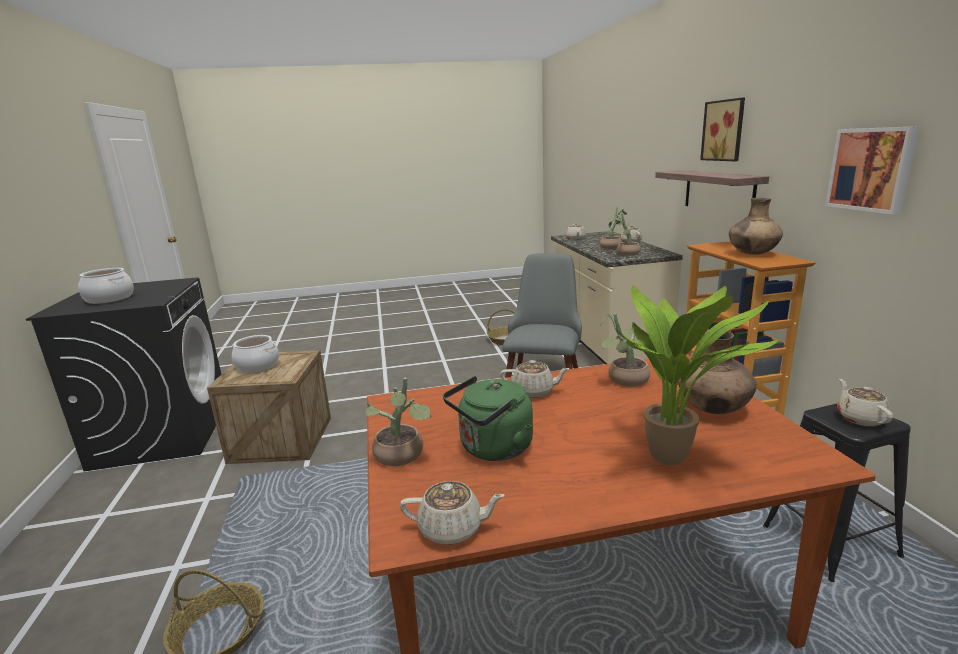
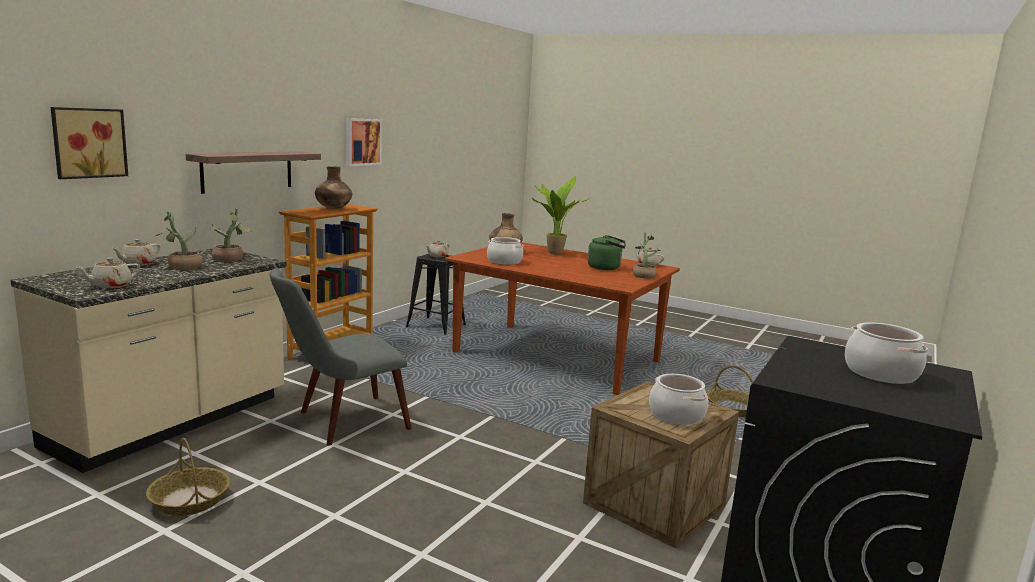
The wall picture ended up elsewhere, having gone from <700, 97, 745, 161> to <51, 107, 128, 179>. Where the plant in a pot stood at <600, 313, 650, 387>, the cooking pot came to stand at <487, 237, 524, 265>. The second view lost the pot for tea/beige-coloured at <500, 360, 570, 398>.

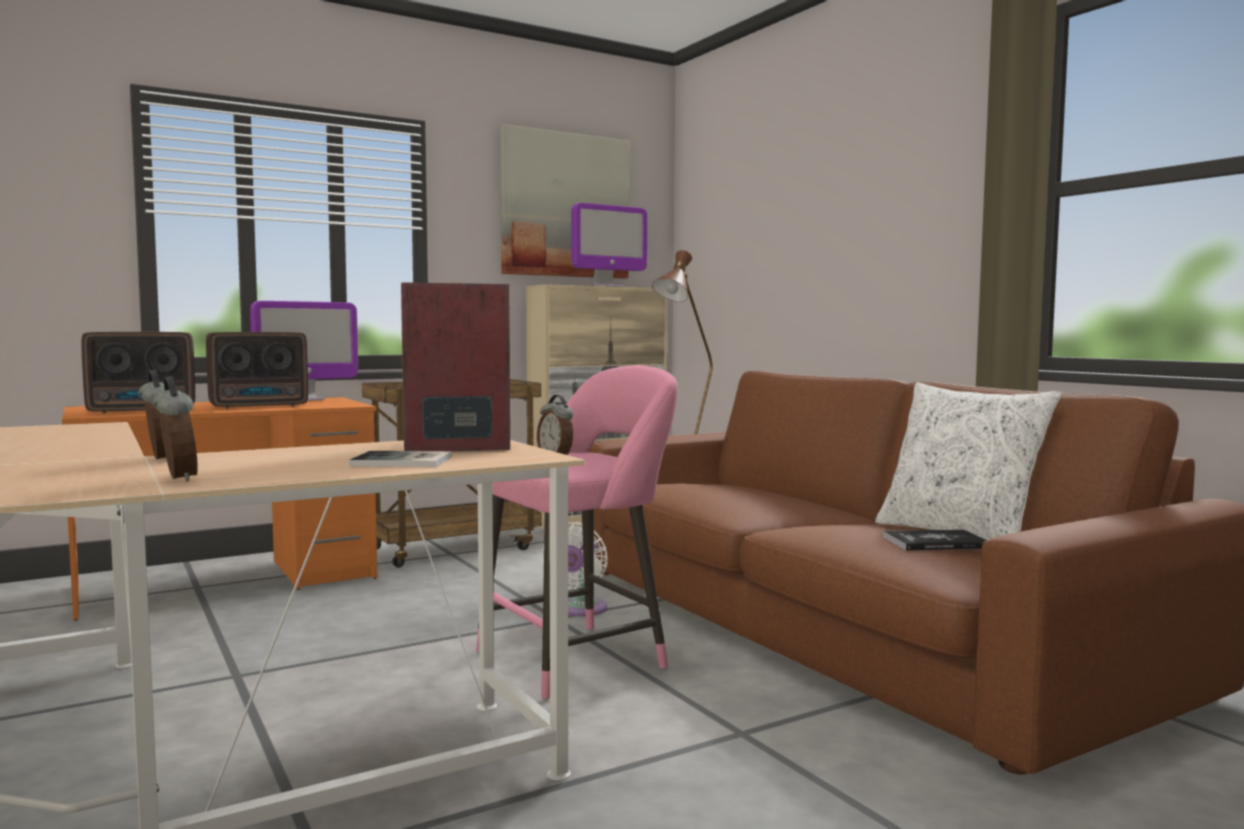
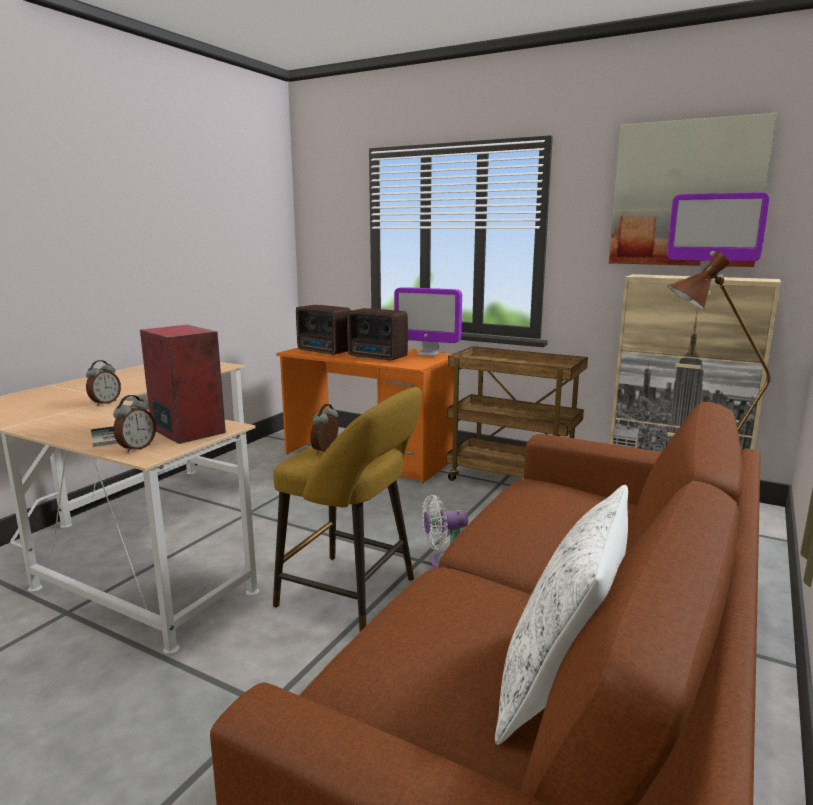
The bedside clock ended up elsewhere, having gone from <152, 376, 198, 481> to <113, 395, 156, 453>. What was the sitting stool/pink at <476, 365, 678, 700> turned into the sitting stool/yellow-coloured at <273, 387, 422, 631>. The second view lost the book at <884, 529, 987, 551>.

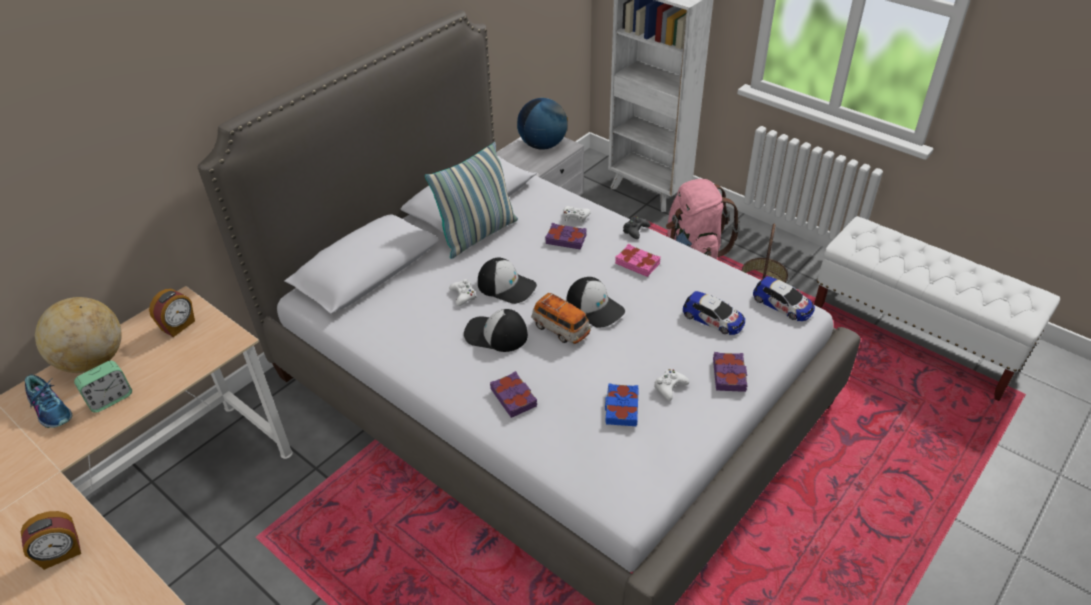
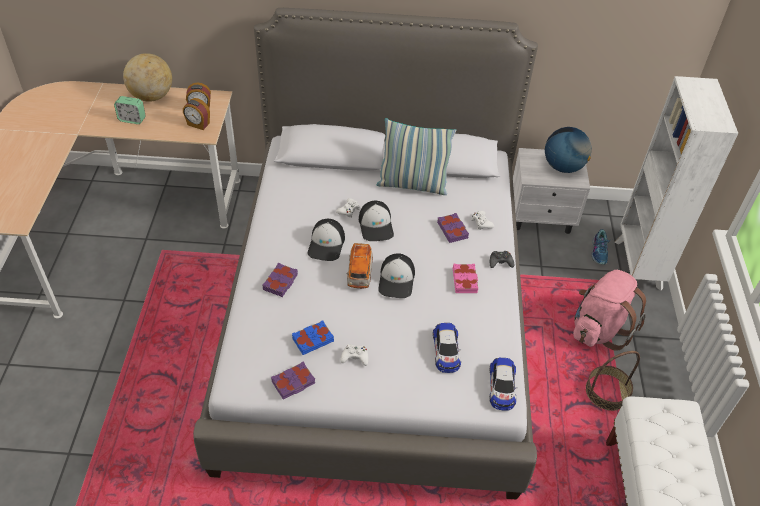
The bedside clock ended up elsewhere, having gone from <21, 511, 81, 570> to <183, 98, 210, 130>. The book/purple-coloured ended up elsewhere, having gone from <713, 352, 747, 392> to <271, 361, 315, 399>. The peaked cap at <464, 309, 528, 352> ended up facing another way, 150 degrees counterclockwise from before. The shoe ended up elsewhere, having gone from <25, 374, 72, 428> to <591, 229, 613, 265>.

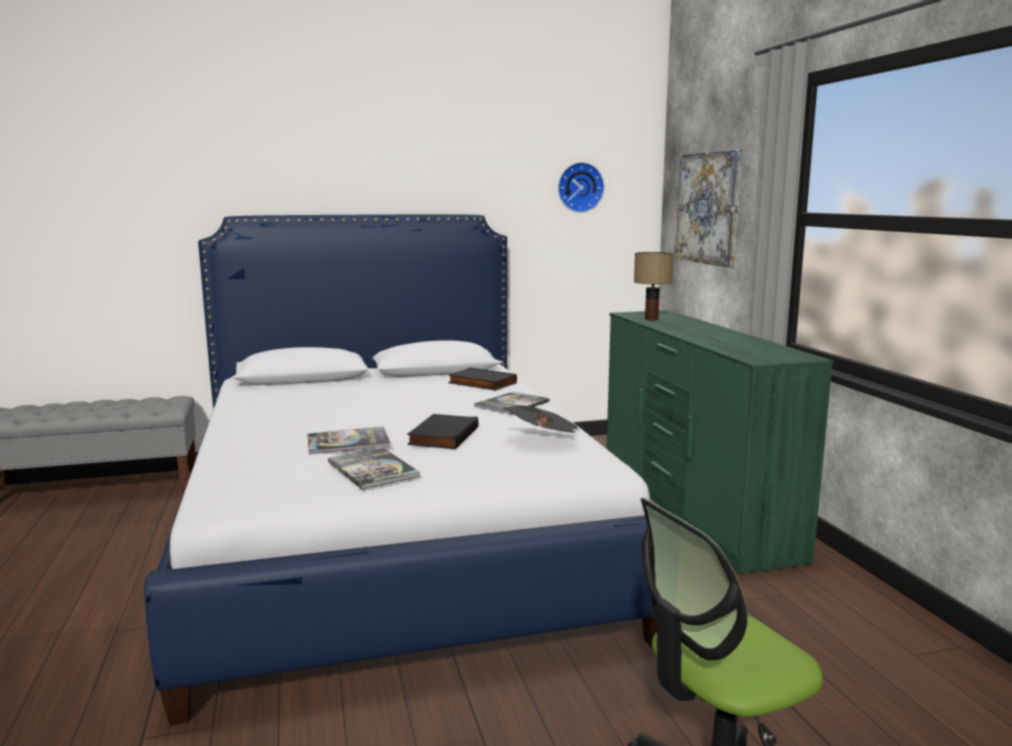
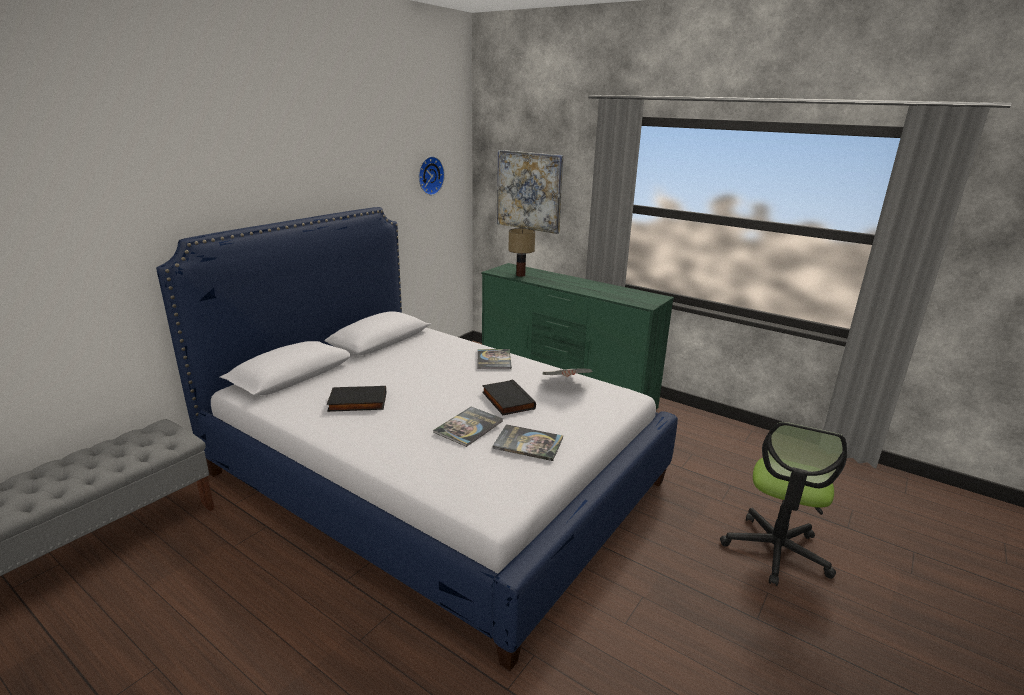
The book/black ended up elsewhere, having gone from <448, 368, 517, 391> to <327, 386, 386, 412>.

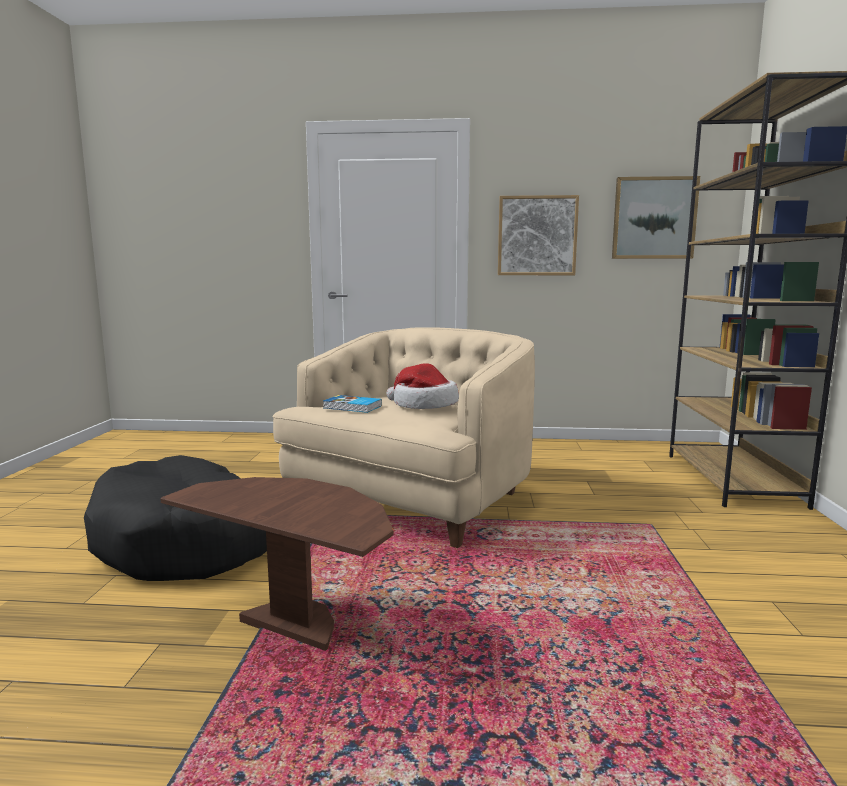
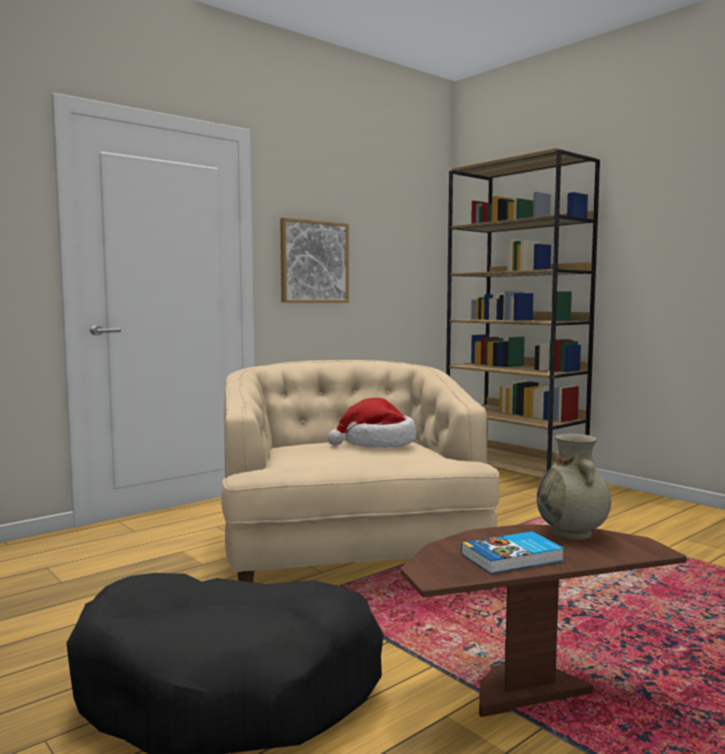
The book ended up elsewhere, having gone from <323, 395, 382, 413> to <461, 531, 564, 574>. The second view gained the decorative vase/beige-coloured at <537, 434, 611, 540>. The second view lost the wall picture at <612, 176, 700, 259>.

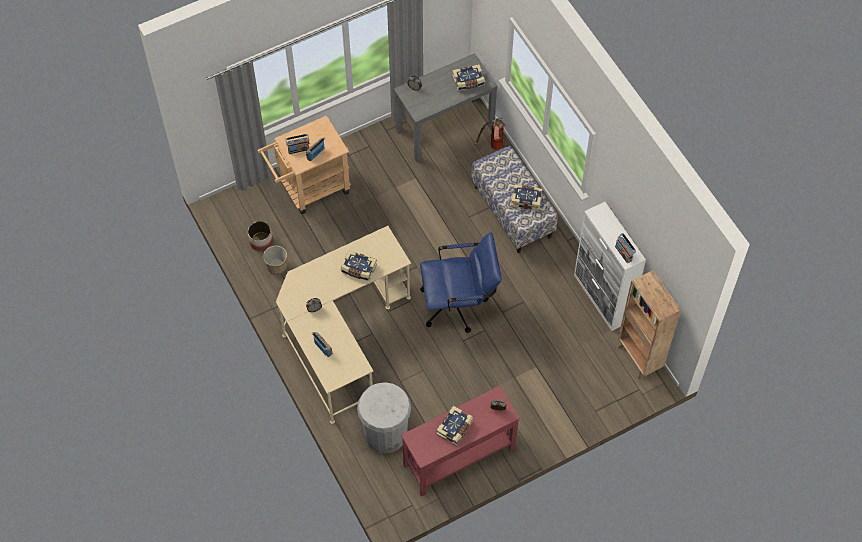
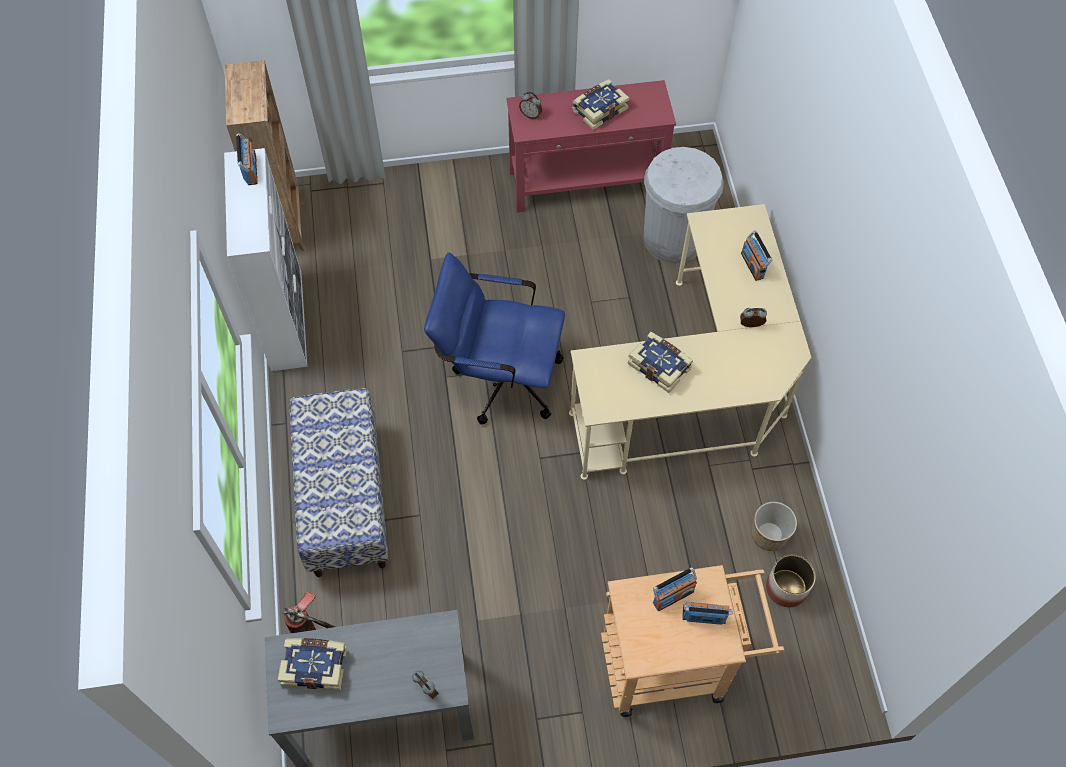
The second view lost the book at <511, 185, 543, 211>.

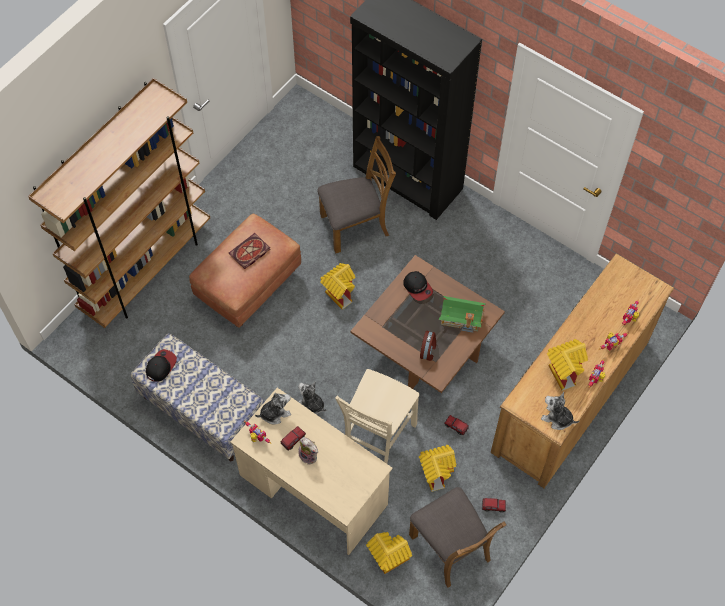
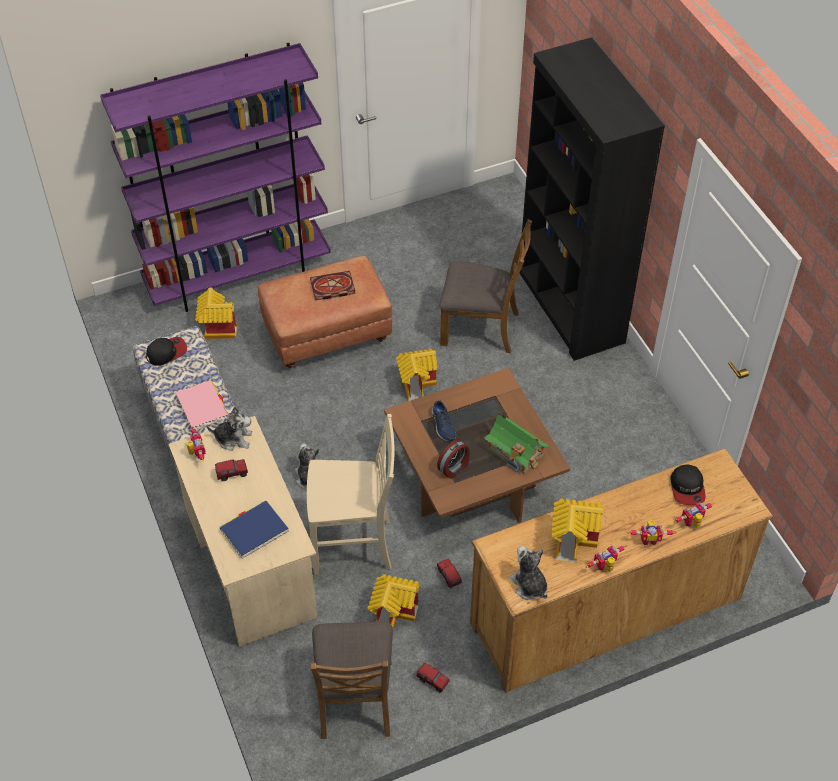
What was the shelving unit/brownish at <28, 78, 210, 328> turned into the shelving unit/purple-coloured at <100, 43, 331, 312>. The second view gained the book/pink at <175, 380, 228, 430>. The toy house ended up elsewhere, having gone from <366, 532, 412, 574> to <195, 288, 237, 339>. The second view gained the book/blue at <220, 501, 289, 559>. The upright chair/beige-coloured at <335, 369, 420, 464> ended up facing another way, 150 degrees counterclockwise from before. The second view gained the shoe/blue at <432, 401, 456, 442>. The peaked cap ended up elsewhere, having gone from <403, 271, 433, 301> to <671, 465, 706, 505>. The second view lost the plush toy at <298, 437, 318, 465>.

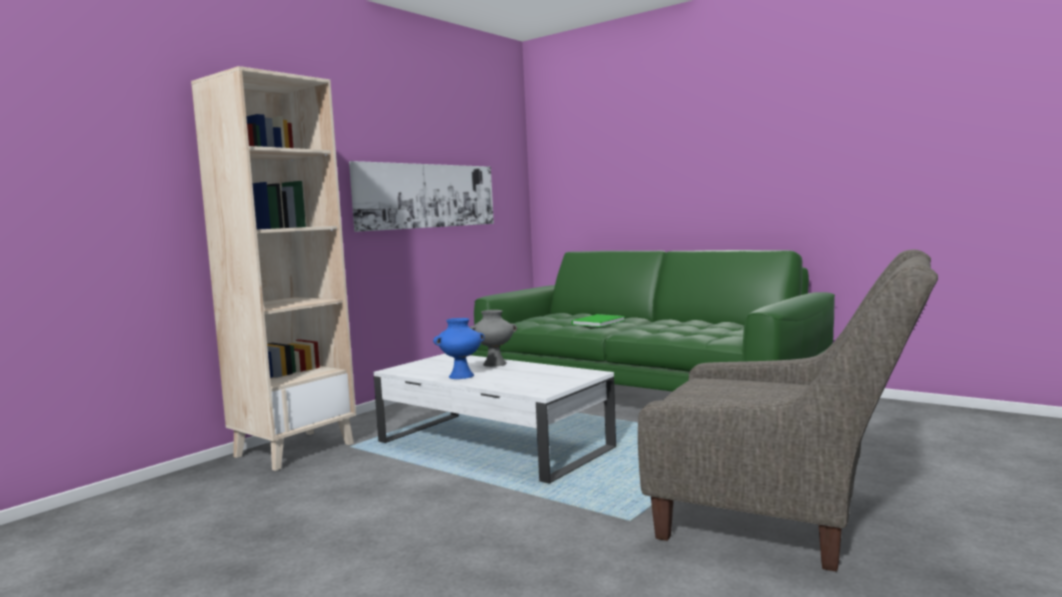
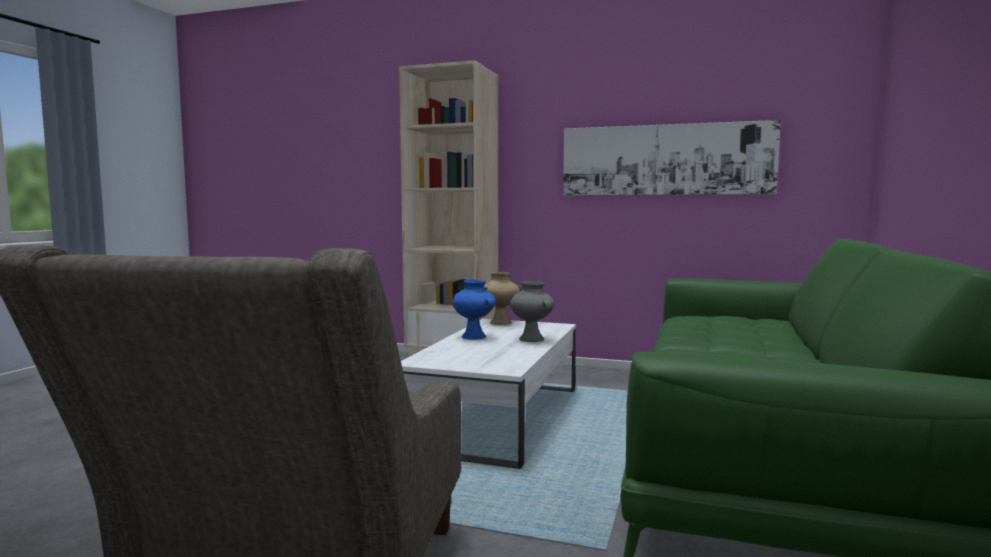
The second view gained the decorative vase/beige-coloured at <484, 272, 522, 325>. The second view lost the book/green at <572, 314, 625, 327>.

